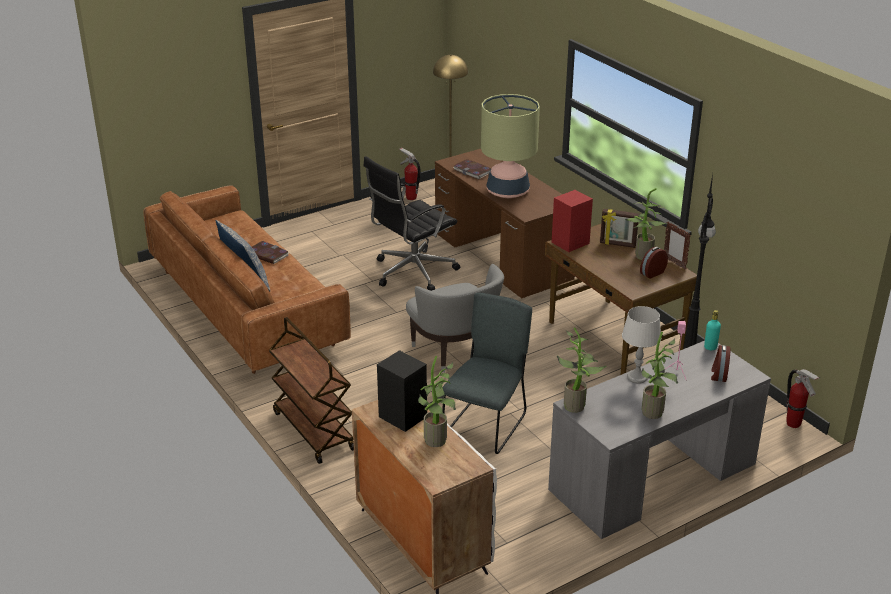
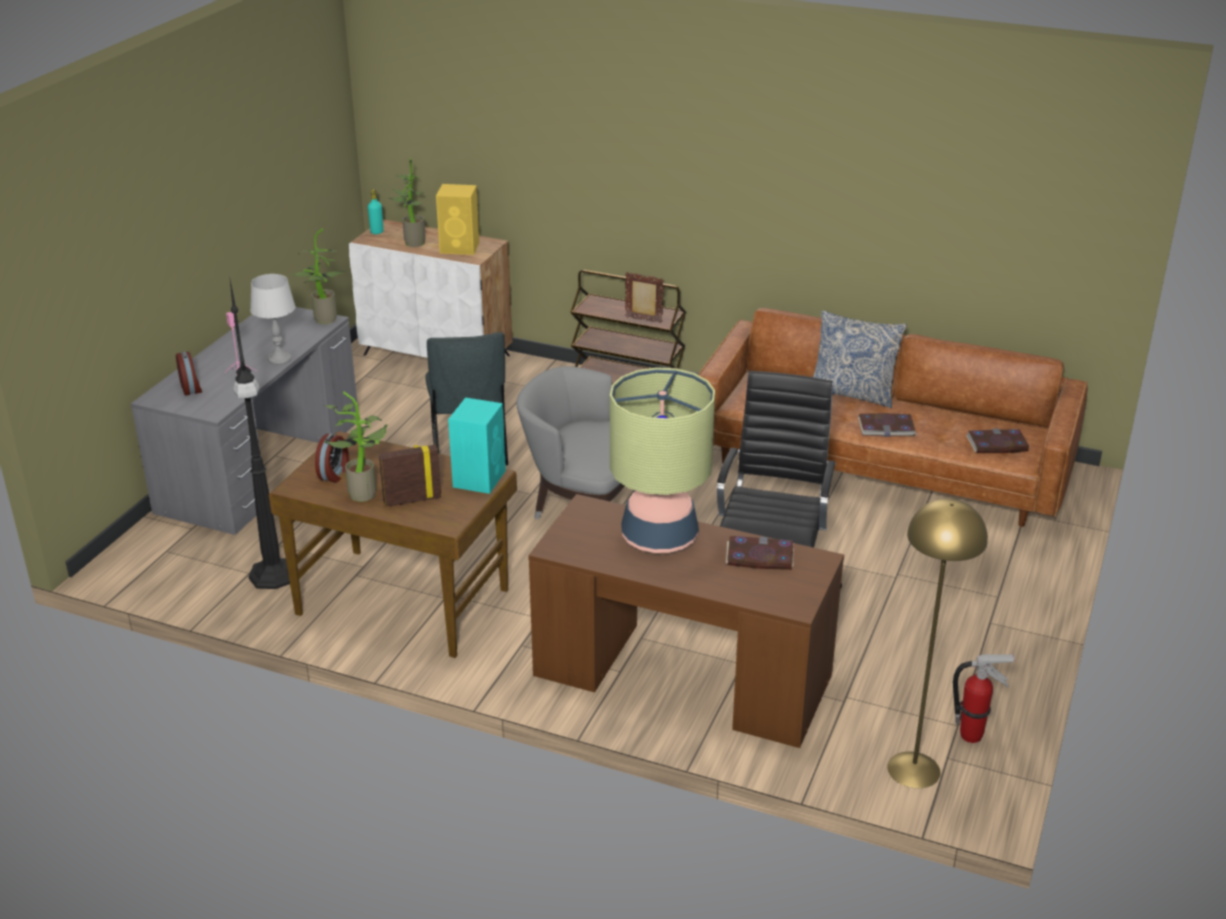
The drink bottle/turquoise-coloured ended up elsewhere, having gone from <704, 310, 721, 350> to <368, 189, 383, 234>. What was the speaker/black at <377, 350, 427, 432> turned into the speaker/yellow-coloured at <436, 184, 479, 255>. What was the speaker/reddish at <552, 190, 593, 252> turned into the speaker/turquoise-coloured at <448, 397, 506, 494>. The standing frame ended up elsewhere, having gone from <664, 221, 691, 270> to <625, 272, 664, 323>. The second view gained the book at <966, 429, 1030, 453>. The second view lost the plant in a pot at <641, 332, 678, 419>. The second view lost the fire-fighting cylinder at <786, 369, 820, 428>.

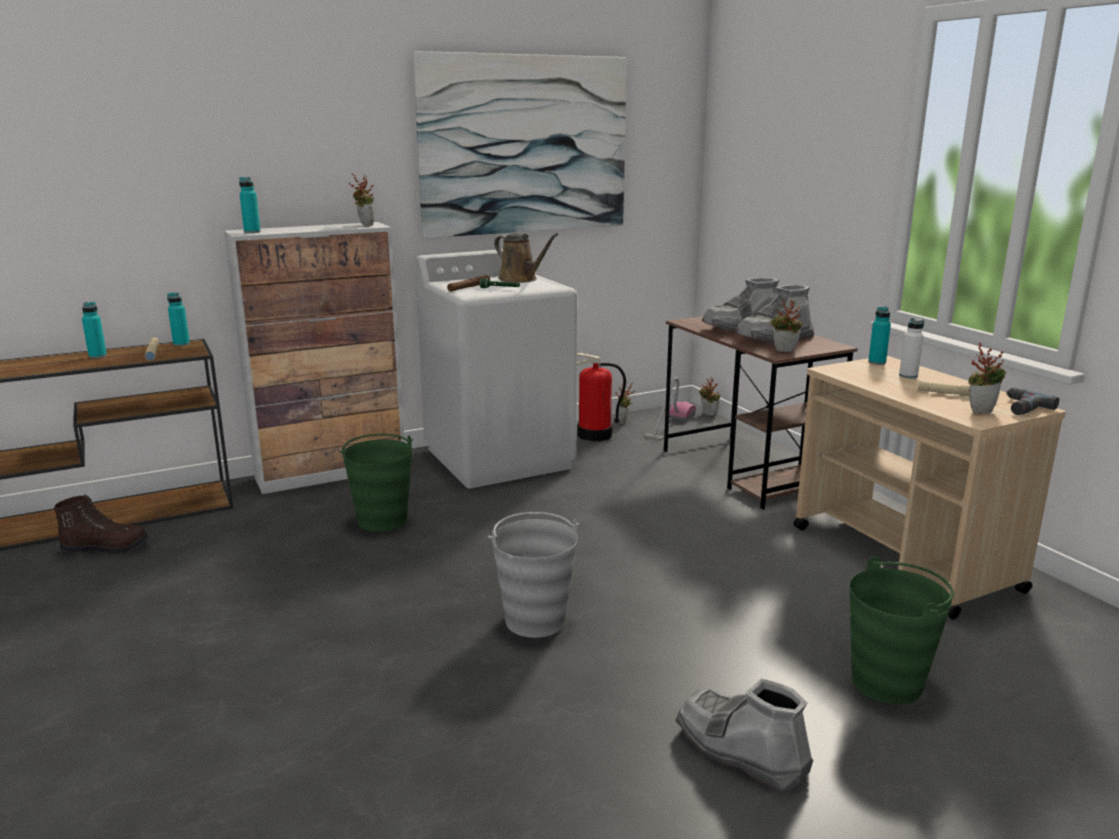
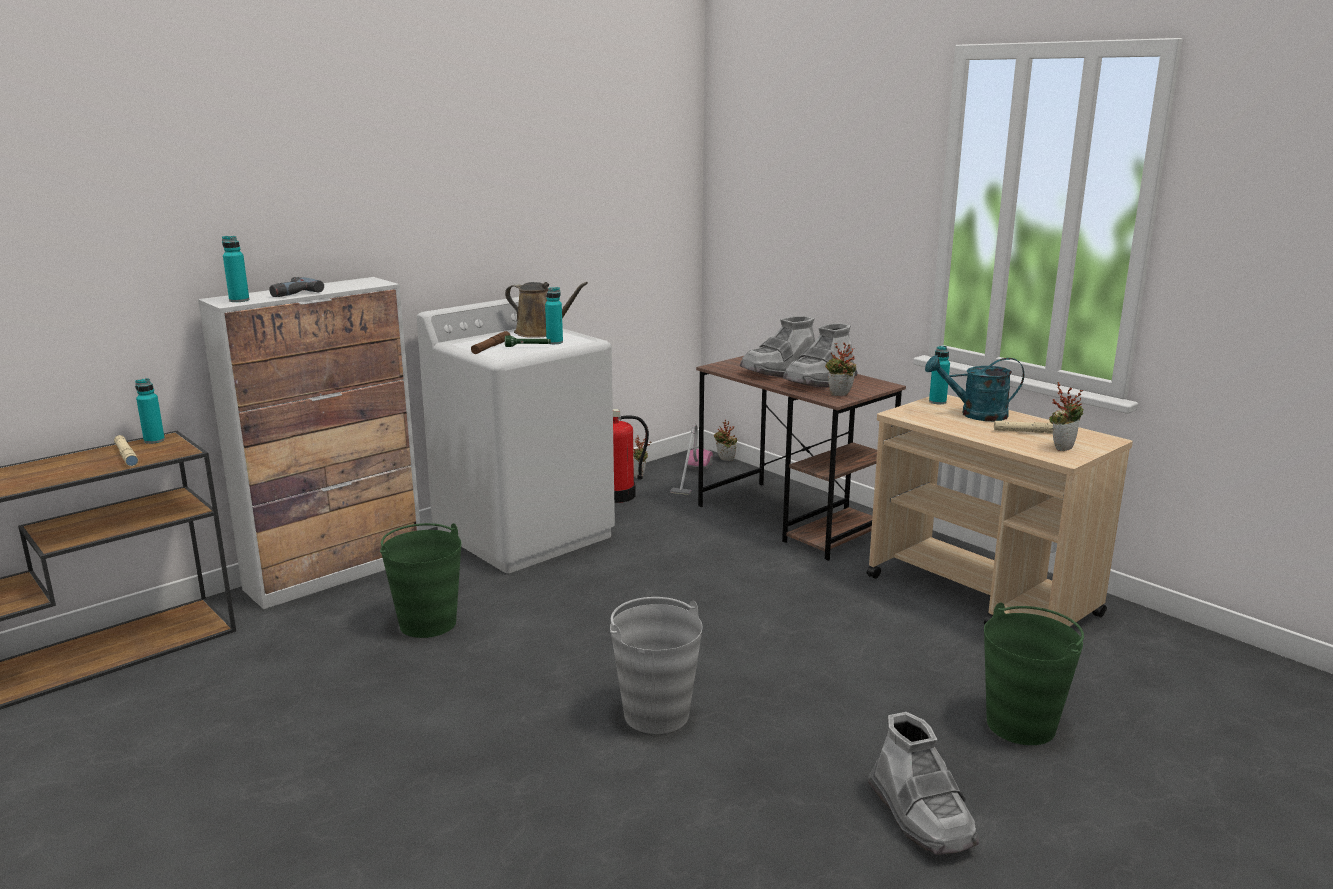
The power drill ended up elsewhere, having gone from <1006, 388, 1059, 415> to <269, 277, 324, 297>. The drink bottle/turquoise-coloured ended up elsewhere, having gone from <82, 302, 107, 358> to <545, 287, 563, 344>. The boot/gray at <675, 678, 813, 794> ended up facing another way, 135 degrees counterclockwise from before. Where the drink bottle/white-coloured stood at <899, 317, 924, 378>, the sprinkling can/turquoise-coloured came to stand at <925, 355, 1024, 421>. The second view lost the boot/brownish at <54, 495, 149, 555>. The second view lost the plant in a pot at <349, 174, 374, 226>. The second view lost the wall picture at <413, 51, 627, 238>.

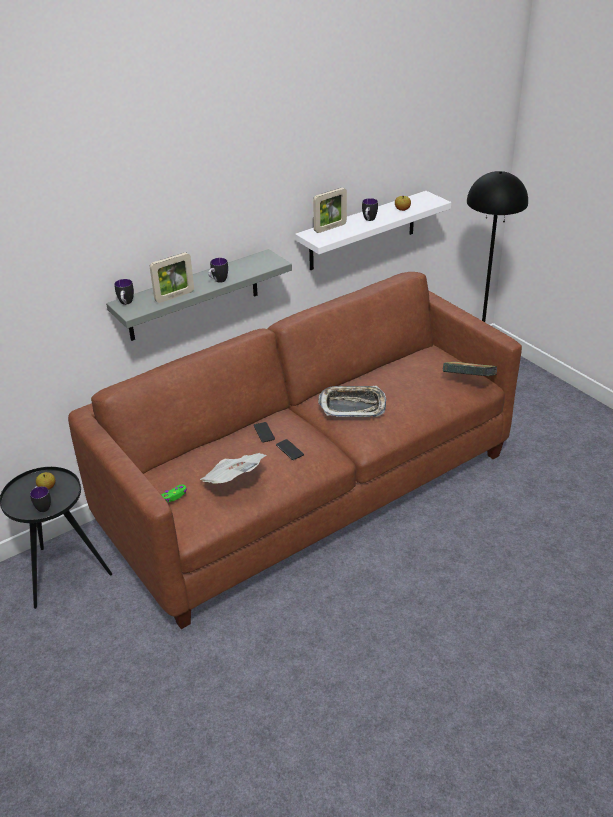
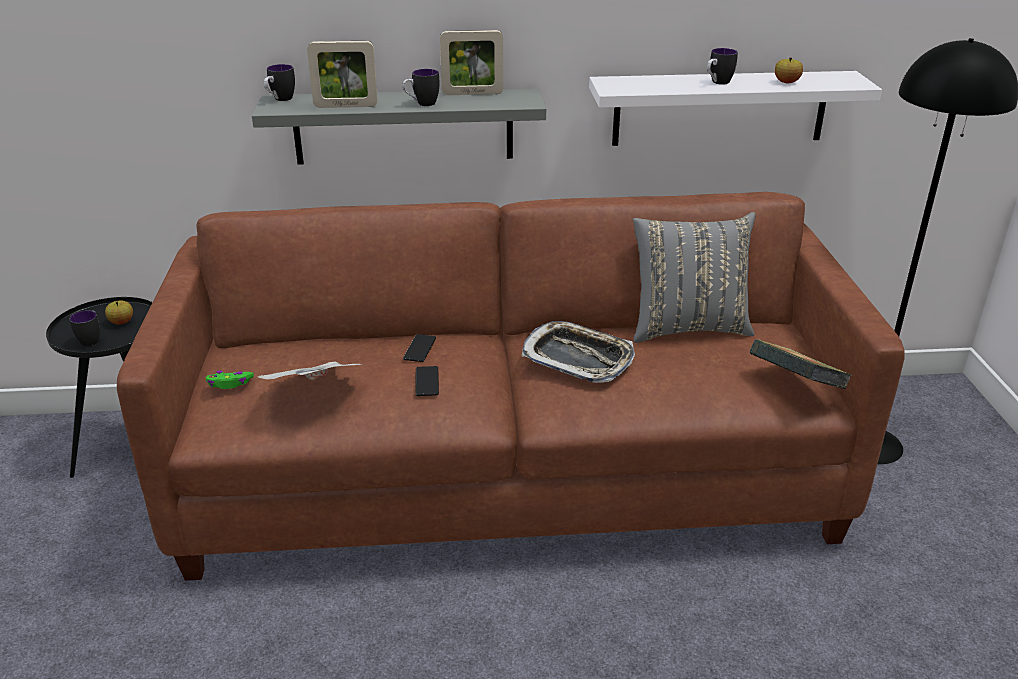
The standing frame ended up elsewhere, having gone from <313, 188, 347, 233> to <440, 30, 503, 95>. The second view gained the cushion/gray at <633, 212, 755, 343>.

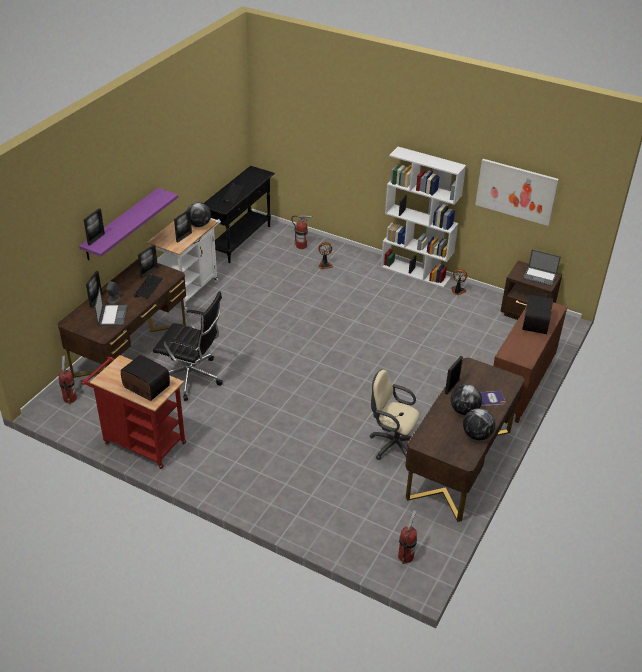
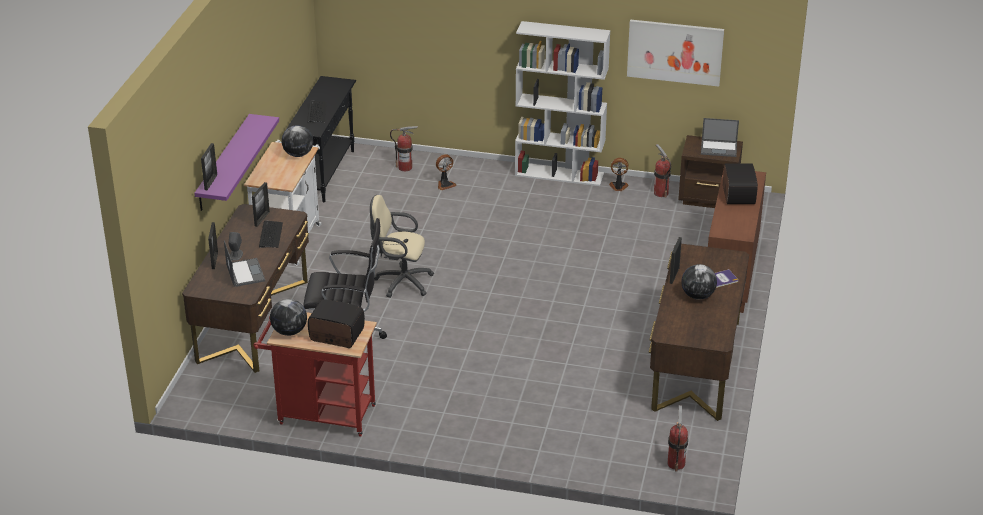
The globe ended up elsewhere, having gone from <463, 408, 495, 440> to <270, 299, 307, 336>. The office chair/beige-coloured ended up elsewhere, having gone from <370, 370, 419, 460> to <370, 195, 434, 298>. The fire-fighting cylinder ended up elsewhere, having gone from <59, 356, 77, 405> to <654, 144, 671, 198>. The second view lost the standing frame at <174, 209, 192, 243>.

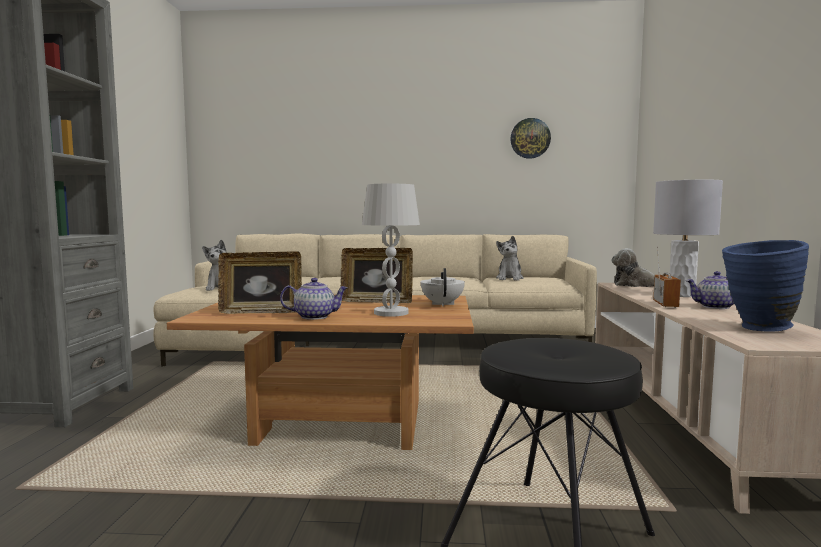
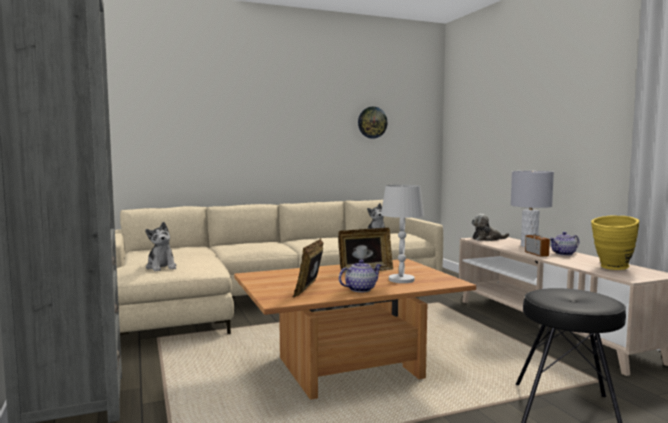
The standing frame at <218, 251, 302, 314> ended up facing another way, 135 degrees clockwise from before. What was the decorative vase/blue at <722, 240, 809, 332> turned into the decorative vase/yellow-coloured at <591, 215, 639, 270>. The second view lost the pot for tea/white-coloured at <421, 268, 465, 306>.

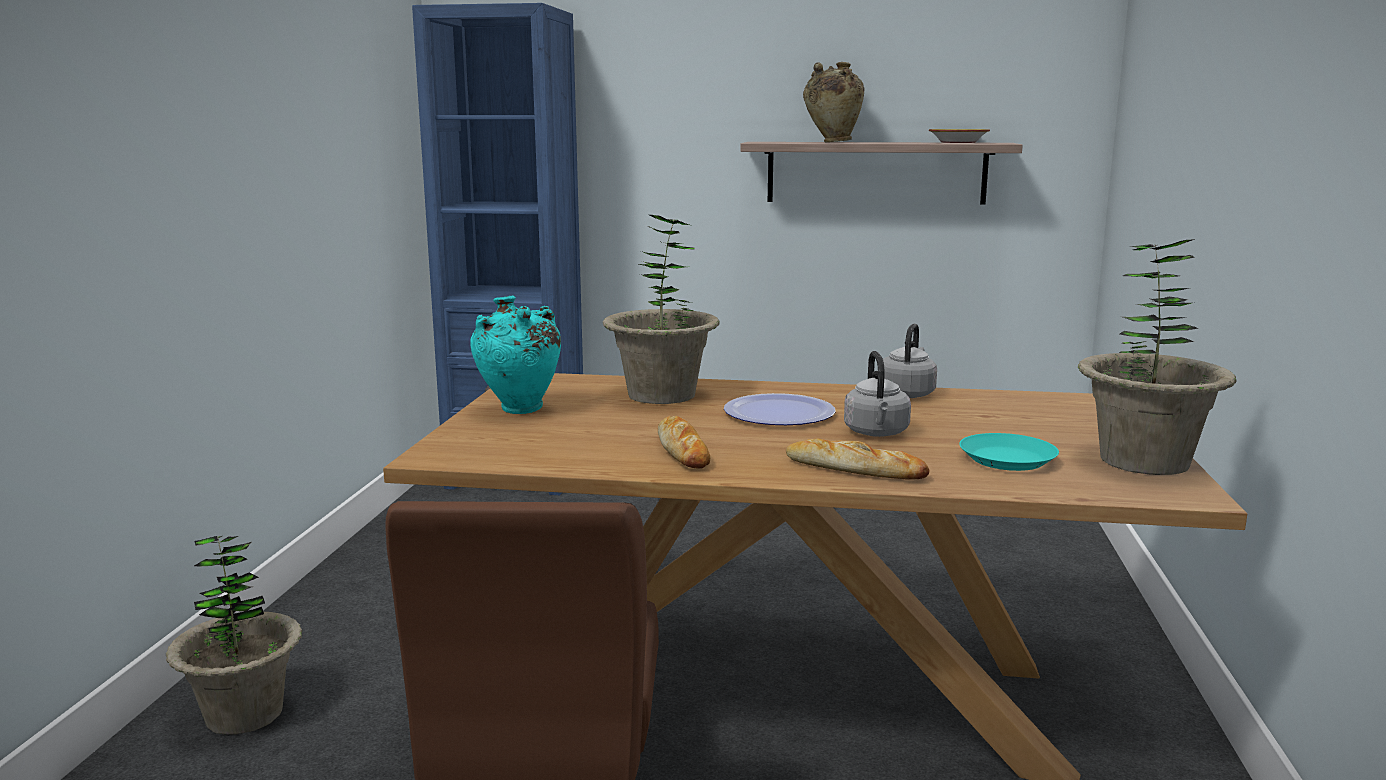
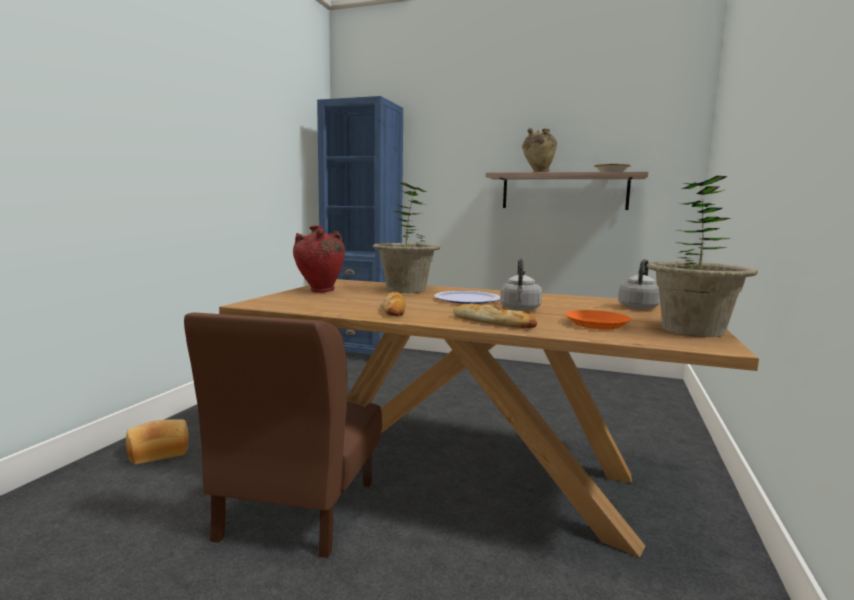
Where the plant in a pot stood at <166, 536, 302, 735>, the bread came to stand at <126, 419, 189, 465>. What was the decorative vase/turquoise-coloured at <470, 296, 561, 414> turned into the decorative vase/reddish at <293, 226, 345, 292>. What was the plate/turquoise-coloured at <959, 433, 1059, 471> turned into the plate/orangey at <565, 310, 631, 329>. The tea kettle/gray ended up elsewhere, having gone from <883, 323, 937, 398> to <618, 259, 660, 310>.

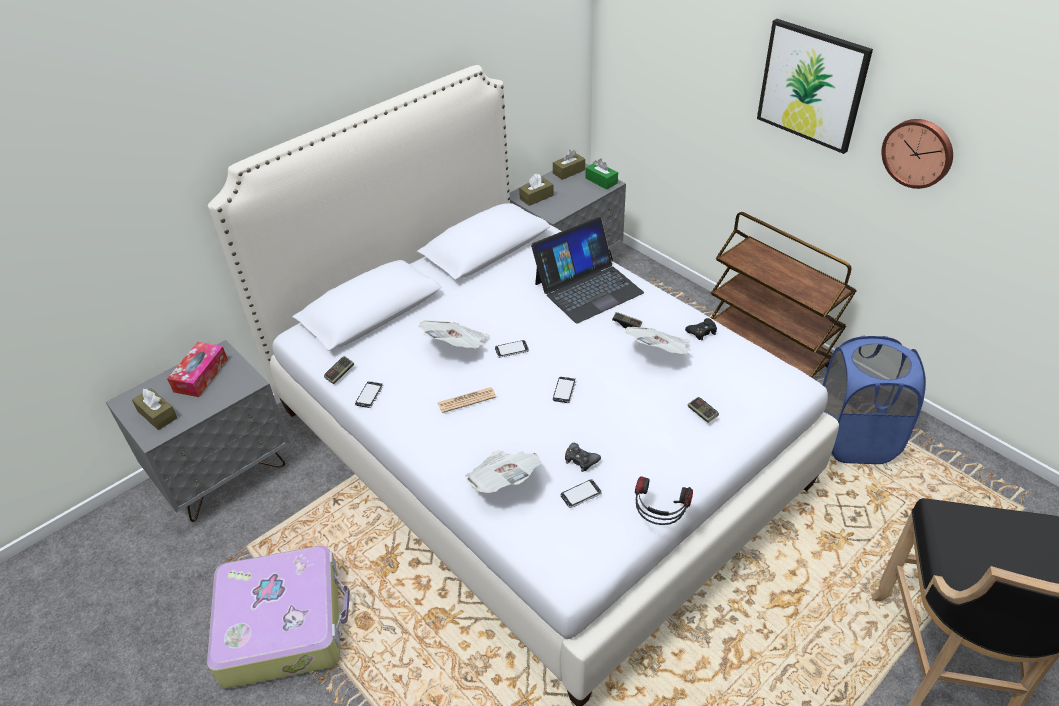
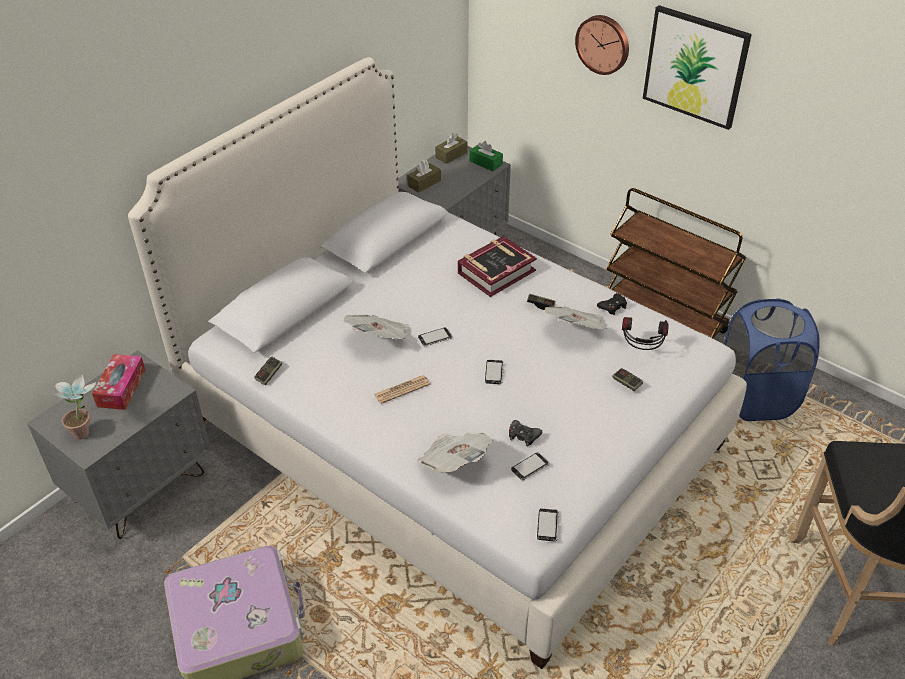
Where the tissue holder/brownish stood at <132, 388, 177, 430>, the plant in a pot came to stand at <53, 374, 96, 440>. Where the notebook computer stood at <531, 217, 644, 323>, the book came to stand at <458, 236, 537, 297>. The telephone ended up elsewhere, having gone from <355, 381, 384, 408> to <537, 508, 559, 541>. The wall clock ended up elsewhere, having gone from <881, 119, 953, 189> to <575, 15, 629, 75>. The headphones ended up elsewhere, having gone from <635, 476, 693, 525> to <622, 317, 669, 350>.

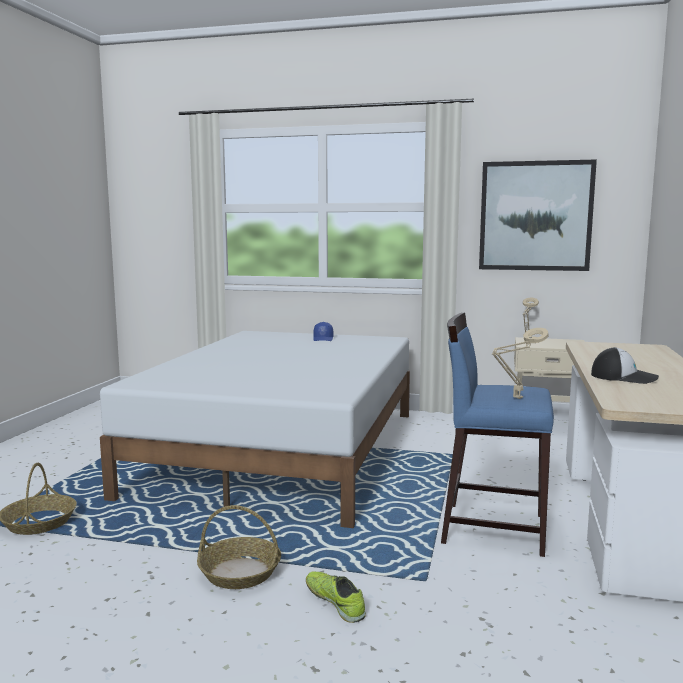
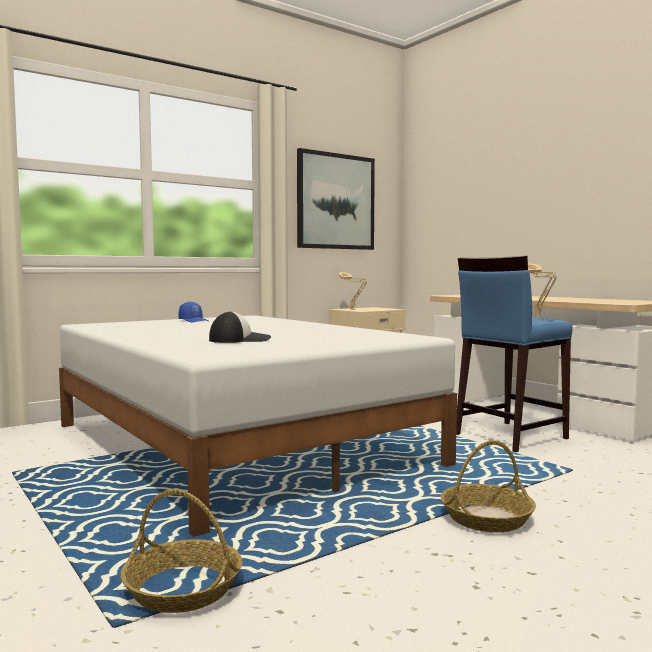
The peaked cap ended up elsewhere, having gone from <591, 347, 659, 384> to <209, 311, 271, 343>. The second view lost the shoe at <306, 571, 366, 623>.

